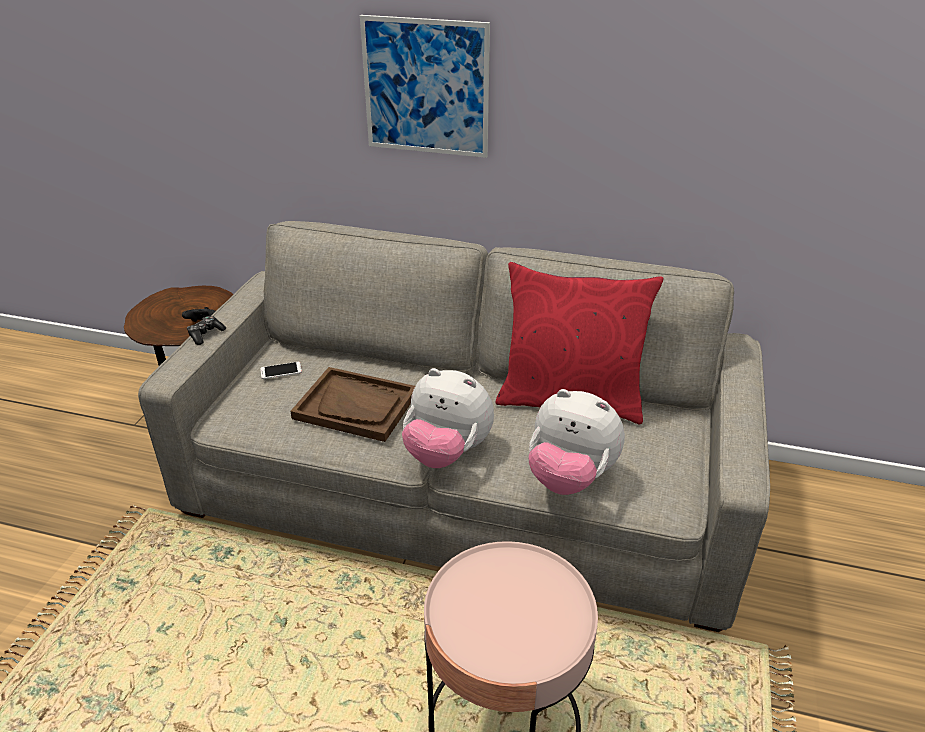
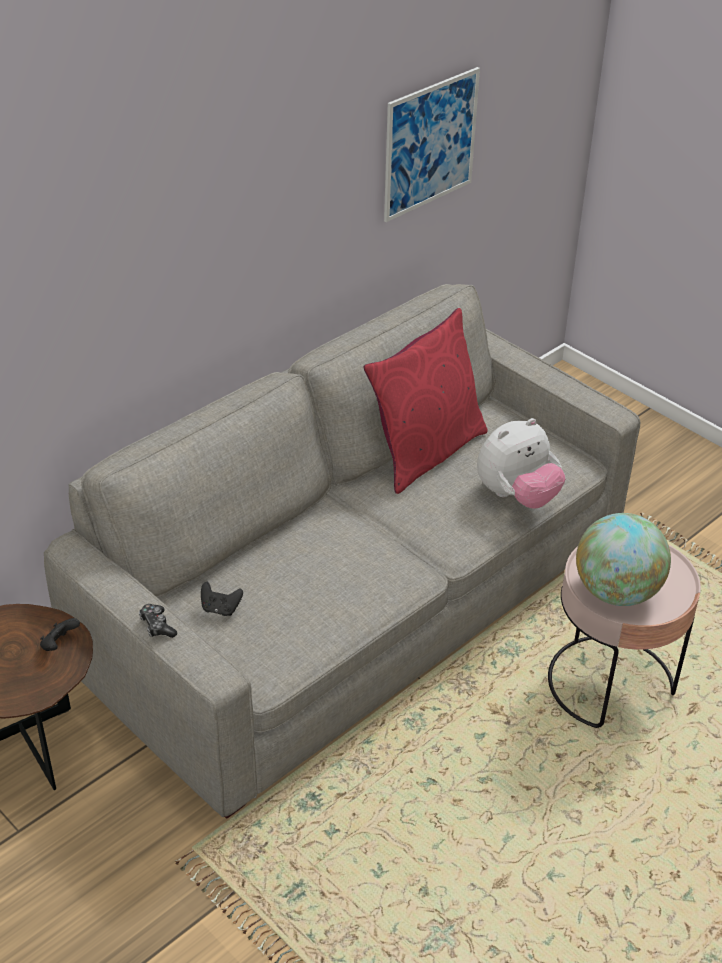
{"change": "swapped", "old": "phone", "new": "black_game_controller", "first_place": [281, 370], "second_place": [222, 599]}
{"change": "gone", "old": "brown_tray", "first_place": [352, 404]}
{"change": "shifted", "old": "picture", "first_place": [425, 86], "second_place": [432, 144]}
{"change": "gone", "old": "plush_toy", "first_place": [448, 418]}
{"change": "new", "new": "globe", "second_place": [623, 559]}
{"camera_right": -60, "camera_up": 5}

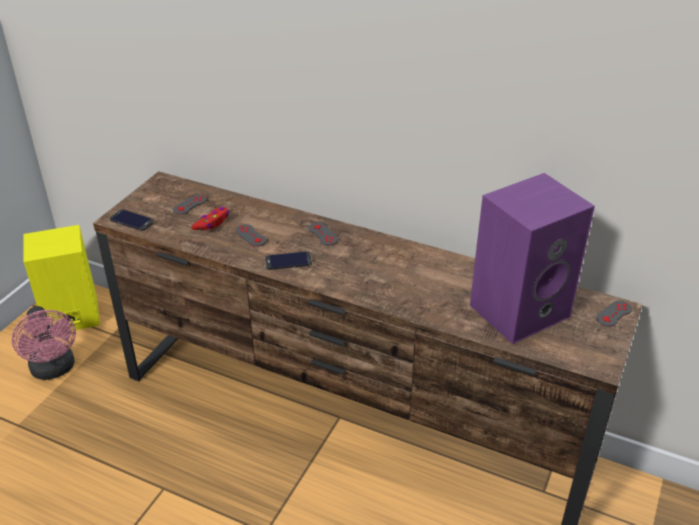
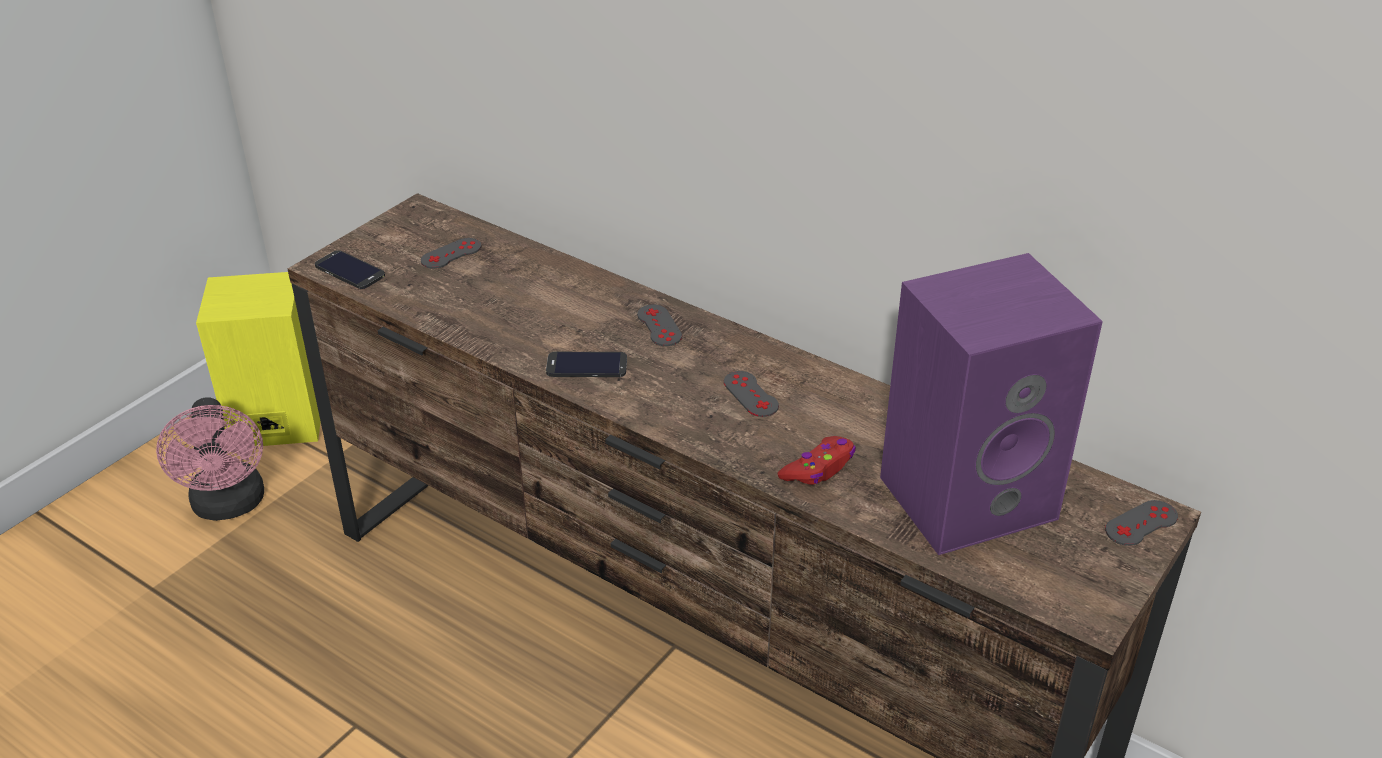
{"change": "shifted", "old": "red_game_controller", "first_place": [210, 218], "second_place": [817, 460]}
{"change": "shifted", "old": "grey_game_controller", "first_place": [251, 235], "second_place": [751, 394]}
{"camera_right": 10, "camera_up": 0}

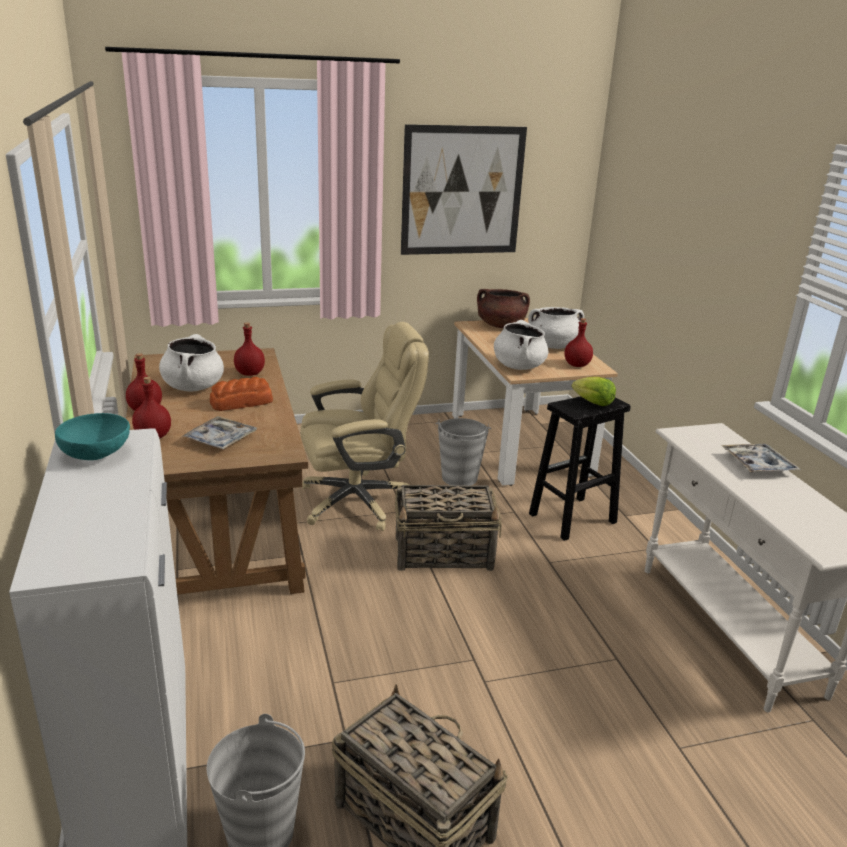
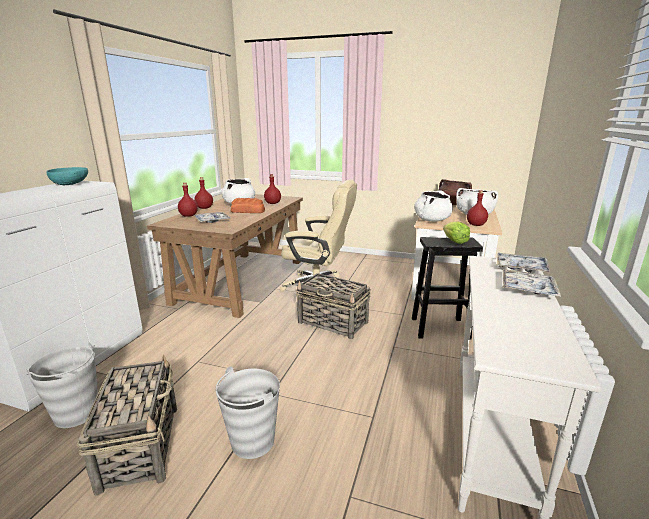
{"change": "gone", "old": "picture", "first_place": [464, 189]}
{"change": "shifted", "old": "grey_bucket", "first_place": [463, 452], "second_place": [247, 412]}
{"change": "new", "new": "tray", "second_place": [523, 263]}
{"camera_right": 35, "camera_up": -5}

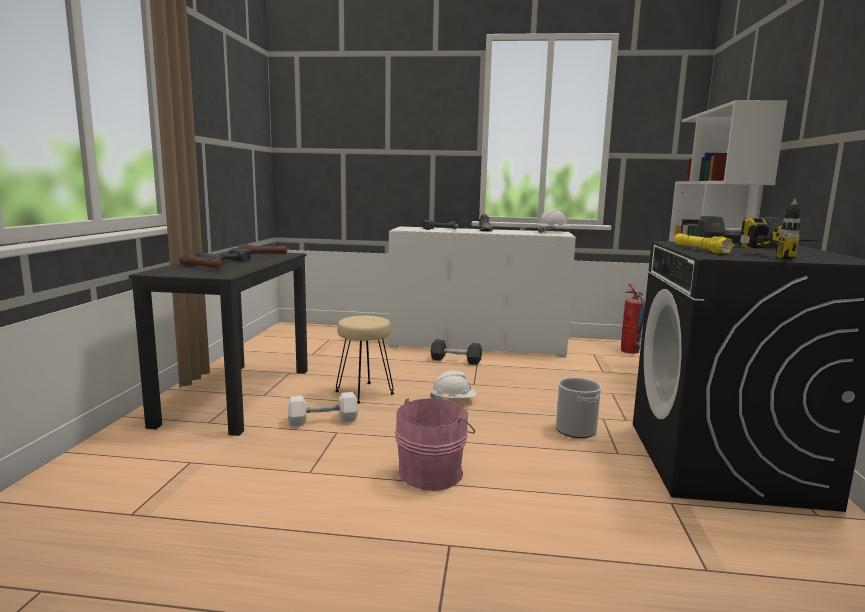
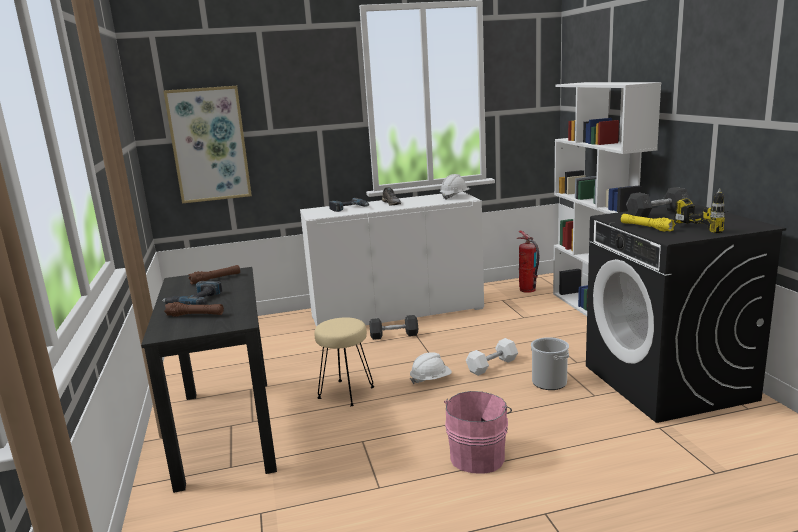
{"change": "shifted", "old": "white_dumbbell", "first_place": [323, 409], "second_place": [492, 357]}
{"change": "new", "new": "picture", "second_place": [207, 145]}
{"camera_right": -20, "camera_up": 5}

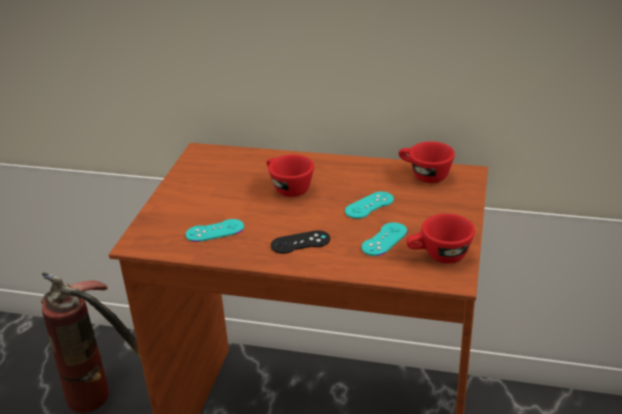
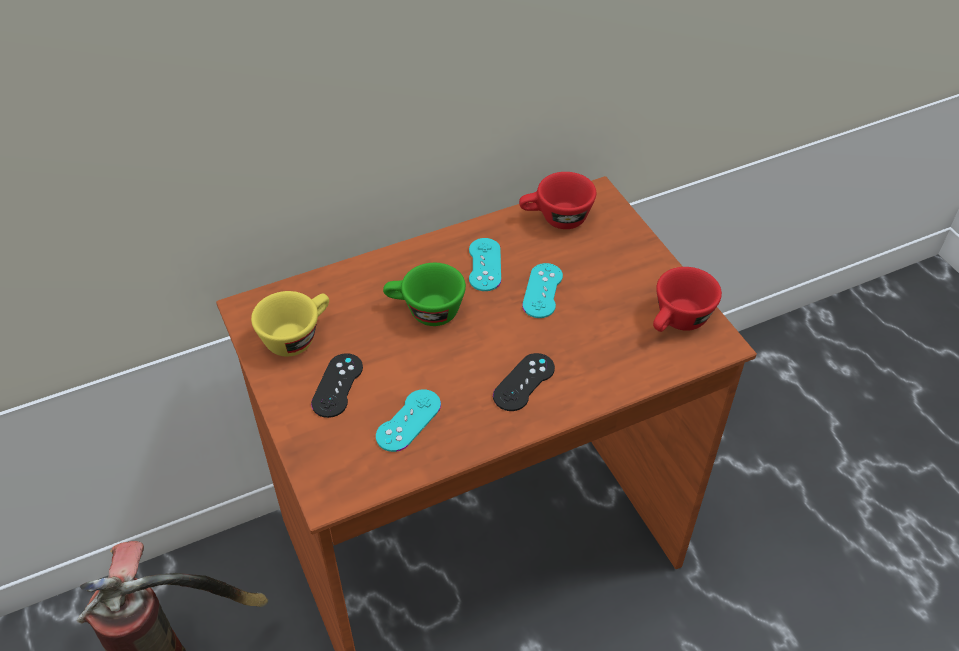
{"change": "repainted", "old": "red_cup", "new": "green_cup", "first_place": [290, 175], "second_place": [424, 294]}
{"change": "shifted", "old": "turquoise_game_controller", "first_place": [384, 239], "second_place": [485, 264]}
{"change": "new", "new": "yellow_cup", "second_place": [290, 324]}
{"change": "new", "new": "black_game_controller", "second_place": [337, 385]}
{"camera_right": -40, "camera_up": 15}

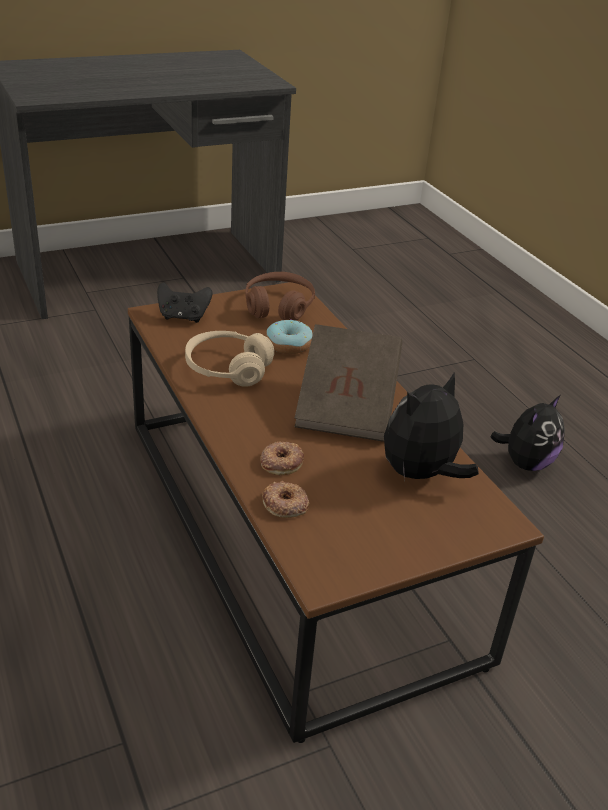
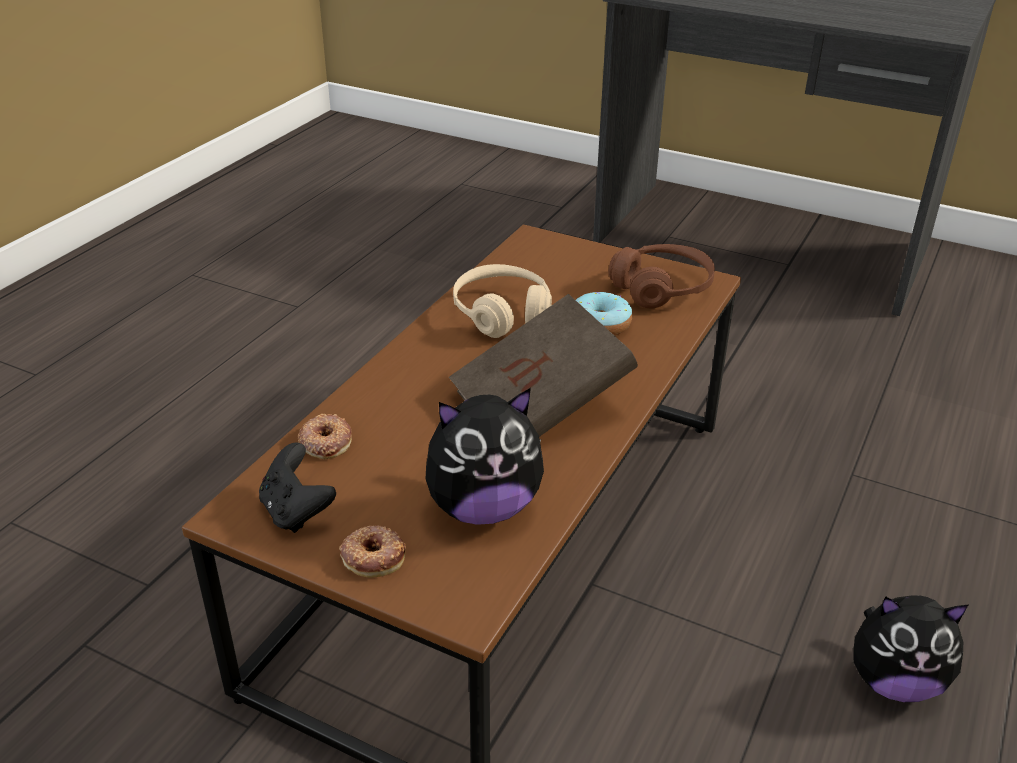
{"change": "shifted", "old": "black_game_controller", "first_place": [184, 302], "second_place": [297, 487]}
{"change": "shifted", "old": "donut", "first_place": [282, 458], "second_place": [372, 551]}
{"change": "rotated", "old": "plush_toy", "first_place": [431, 426], "second_place": [485, 456], "degrees": 150}
{"camera_right": 55, "camera_up": 0}

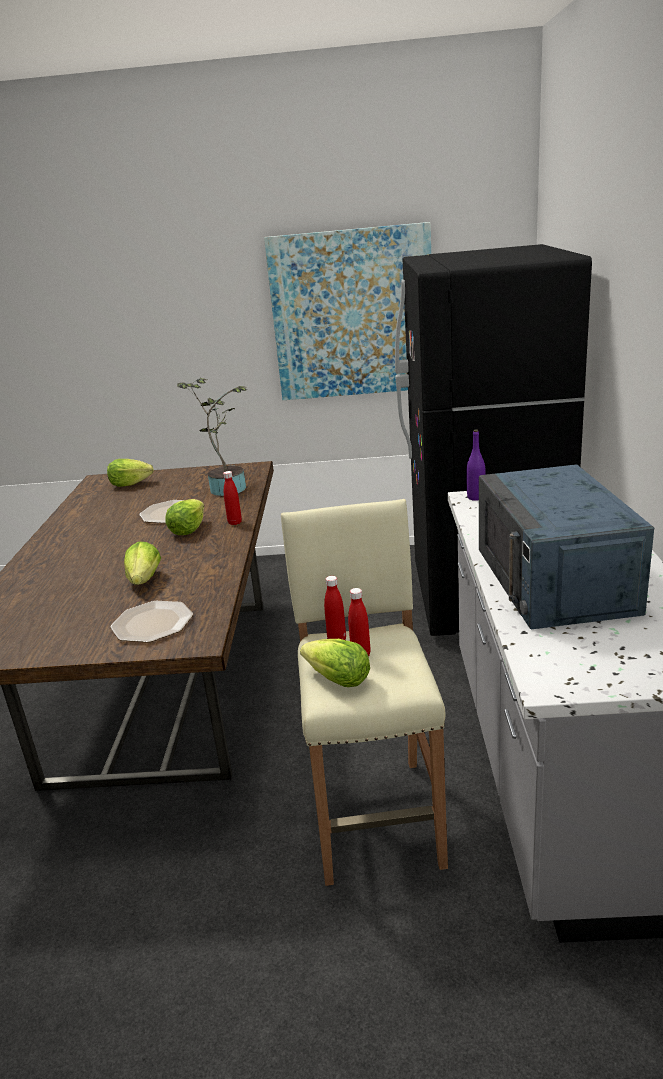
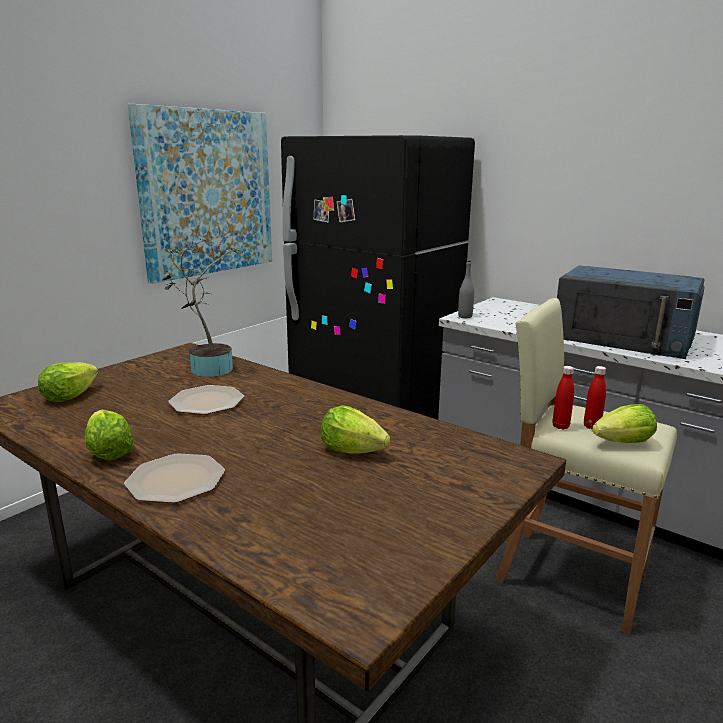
{"change": "shifted", "old": "plate", "first_place": [151, 622], "second_place": [174, 478]}
{"change": "shifted", "old": "lettuce", "first_place": [184, 517], "second_place": [109, 435]}
{"change": "gone", "old": "red_bottle", "first_place": [232, 498]}
{"change": "repainted", "old": "purple_bottle", "new": "grey_bottle", "first_place": [476, 465], "second_place": [466, 289]}
{"camera_right": -55, "camera_up": -5}

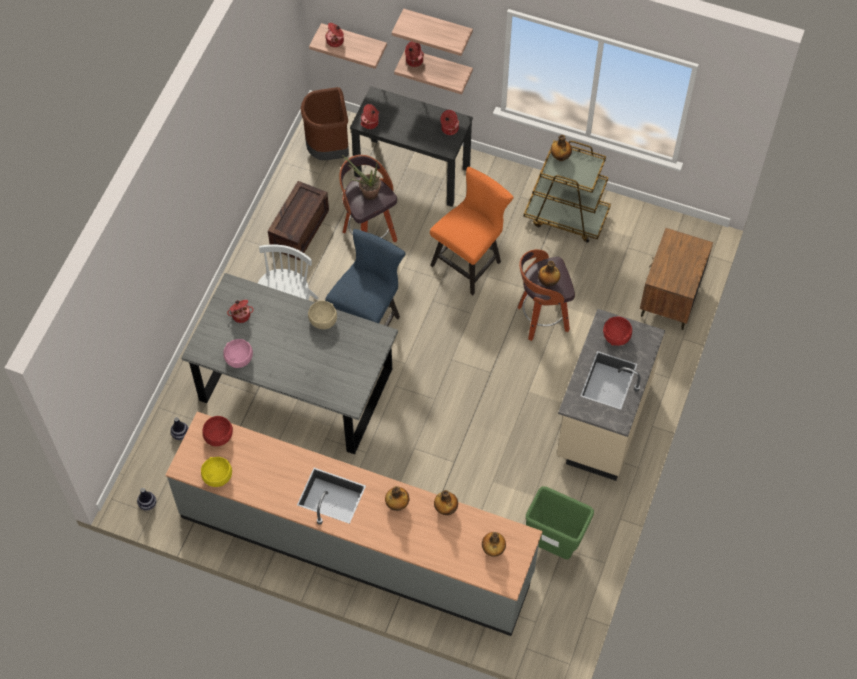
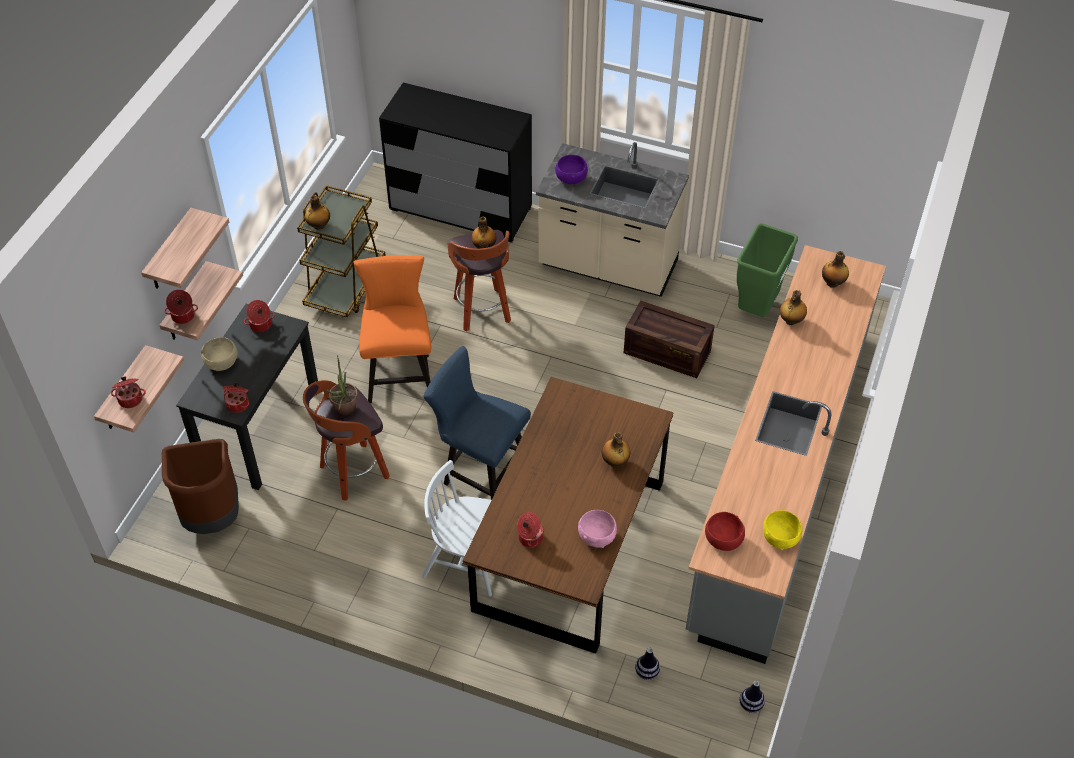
{"change": "repainted", "old": "grey_dining_table", "new": "brown_dining_table", "first_place": [289, 363], "second_place": [568, 515]}
{"change": "shifted", "old": "crate", "first_place": [298, 220], "second_place": [669, 339]}
{"change": "shifted", "old": "beige_bowl", "first_place": [322, 315], "second_place": [219, 354]}
{"change": "shifted", "old": "bottle", "first_place": [397, 498], "second_place": [616, 449]}
{"change": "rotated", "old": "orange_chair", "first_place": [472, 231], "second_place": [392, 329], "degrees": 45}
{"change": "repainted", "old": "red_bowl", "new": "purple_bowl", "first_place": [617, 331], "second_place": [571, 169]}
{"change": "swapped", "old": "brown_nightstand", "new": "black_dresser", "first_place": [676, 279], "second_place": [455, 162]}
{"camera_right": -90, "camera_up": -10}

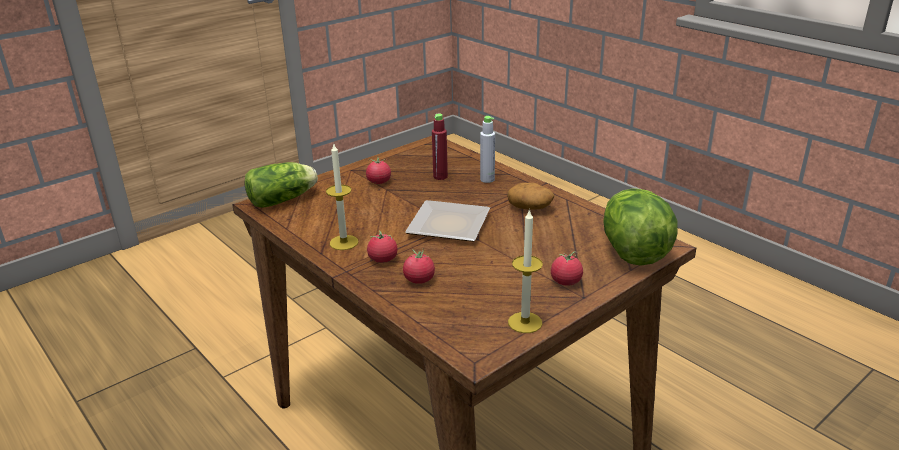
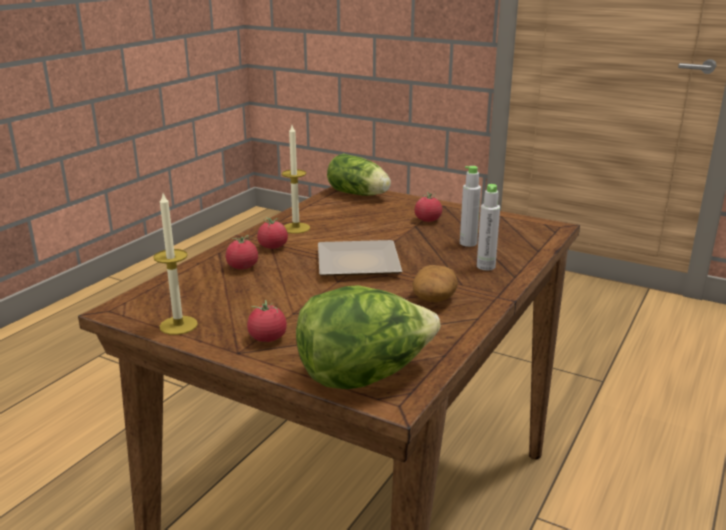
{"change": "repainted", "old": "red_bottle", "new": "grey_bottle", "first_place": [440, 146], "second_place": [470, 206]}
{"camera_right": 70, "camera_up": -5}

